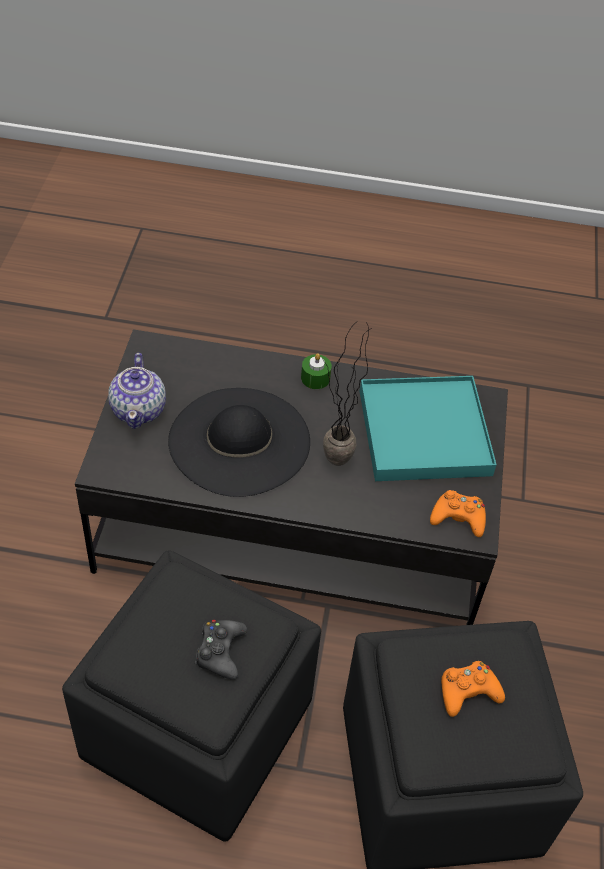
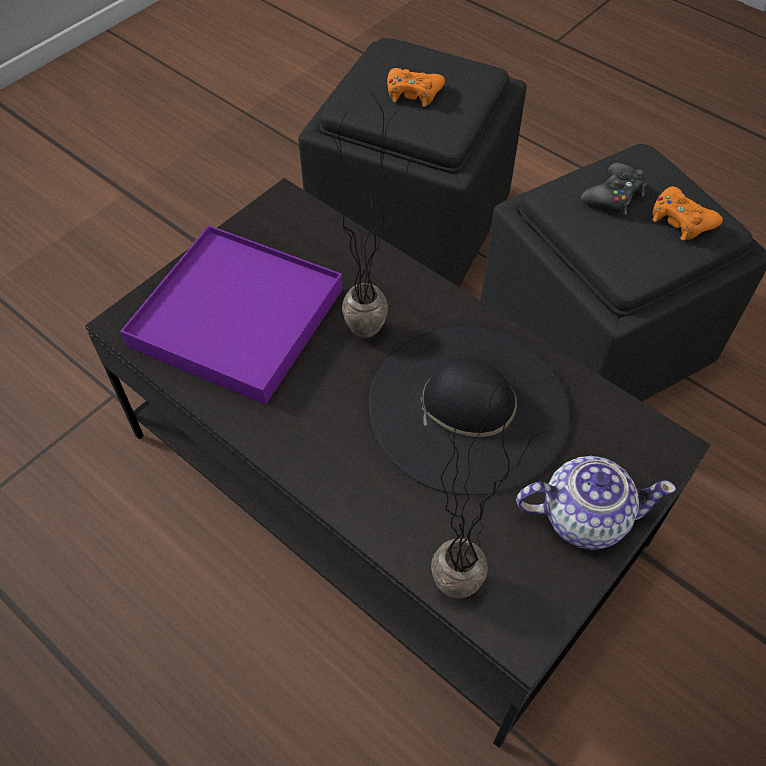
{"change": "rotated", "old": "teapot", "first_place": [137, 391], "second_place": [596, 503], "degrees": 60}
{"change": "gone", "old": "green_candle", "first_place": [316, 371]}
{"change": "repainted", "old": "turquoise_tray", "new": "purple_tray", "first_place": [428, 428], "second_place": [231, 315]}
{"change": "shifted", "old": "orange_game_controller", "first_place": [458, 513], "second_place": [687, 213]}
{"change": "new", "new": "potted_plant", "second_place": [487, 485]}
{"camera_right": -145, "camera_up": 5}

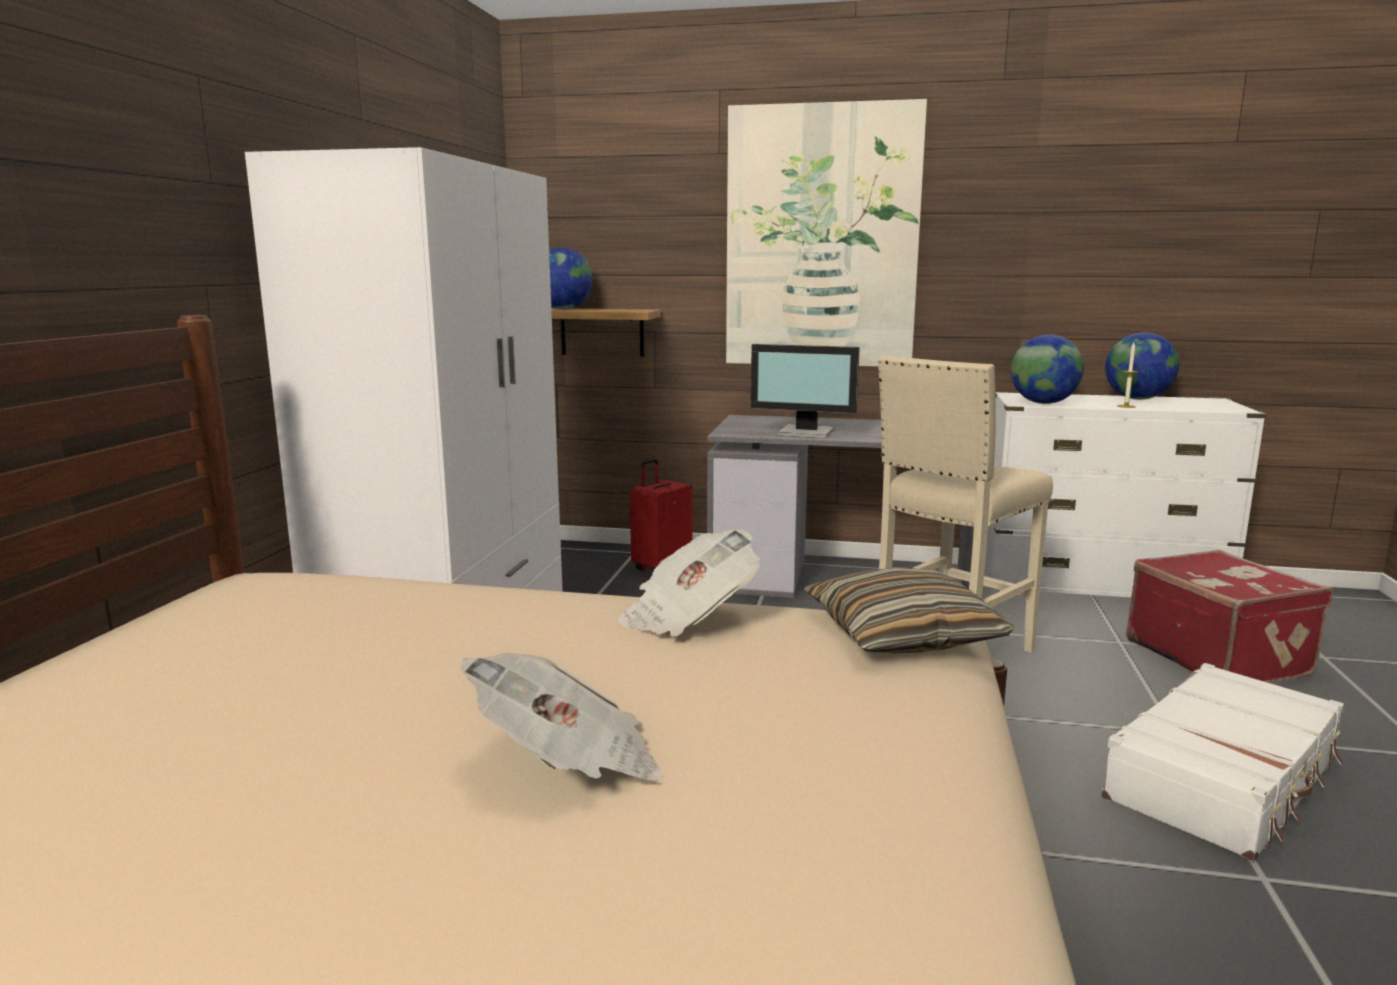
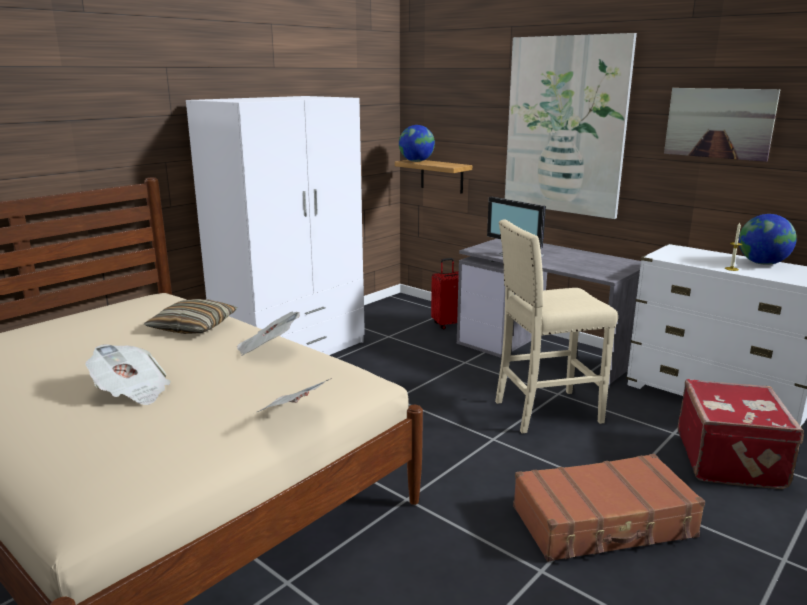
{"change": "shifted", "old": "pillow", "first_place": [909, 610], "second_place": [190, 316]}
{"change": "gone", "old": "globe", "first_place": [1047, 369]}
{"change": "repainted", "old": "white_suitcase", "new": "brown_suitcase", "first_place": [1222, 762], "second_place": [609, 508]}
{"change": "new", "new": "newspaper", "second_place": [294, 395]}
{"change": "new", "new": "picture", "second_place": [722, 125]}
{"camera_right": 30, "camera_up": 5}

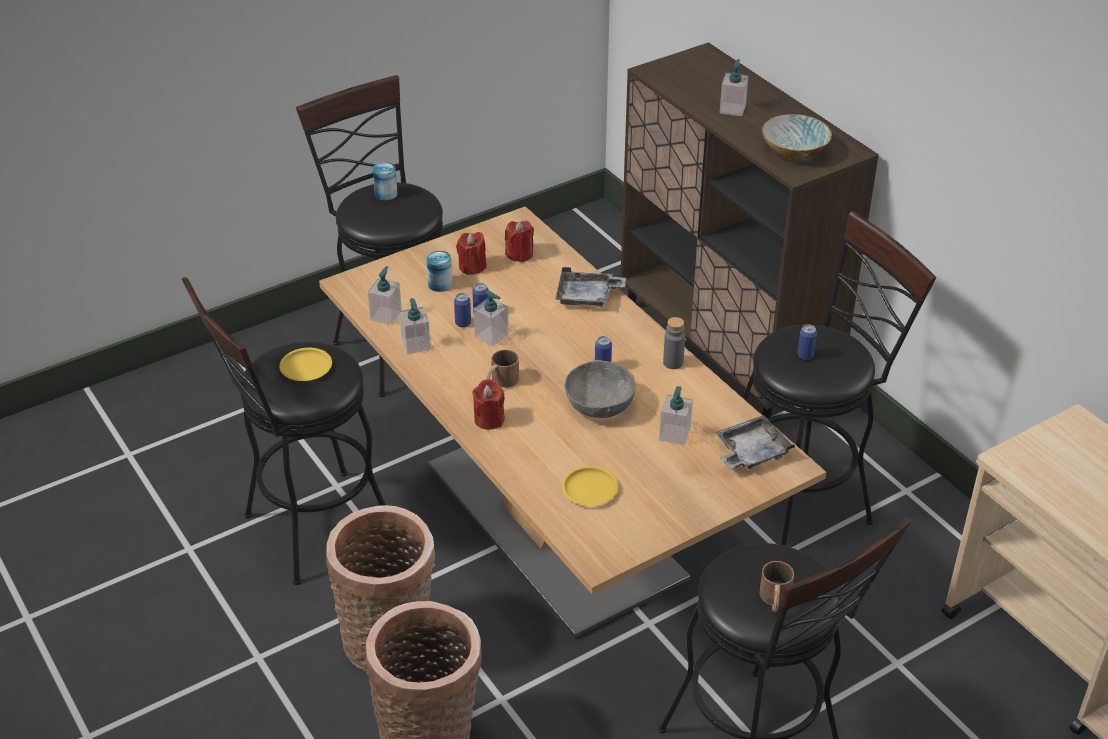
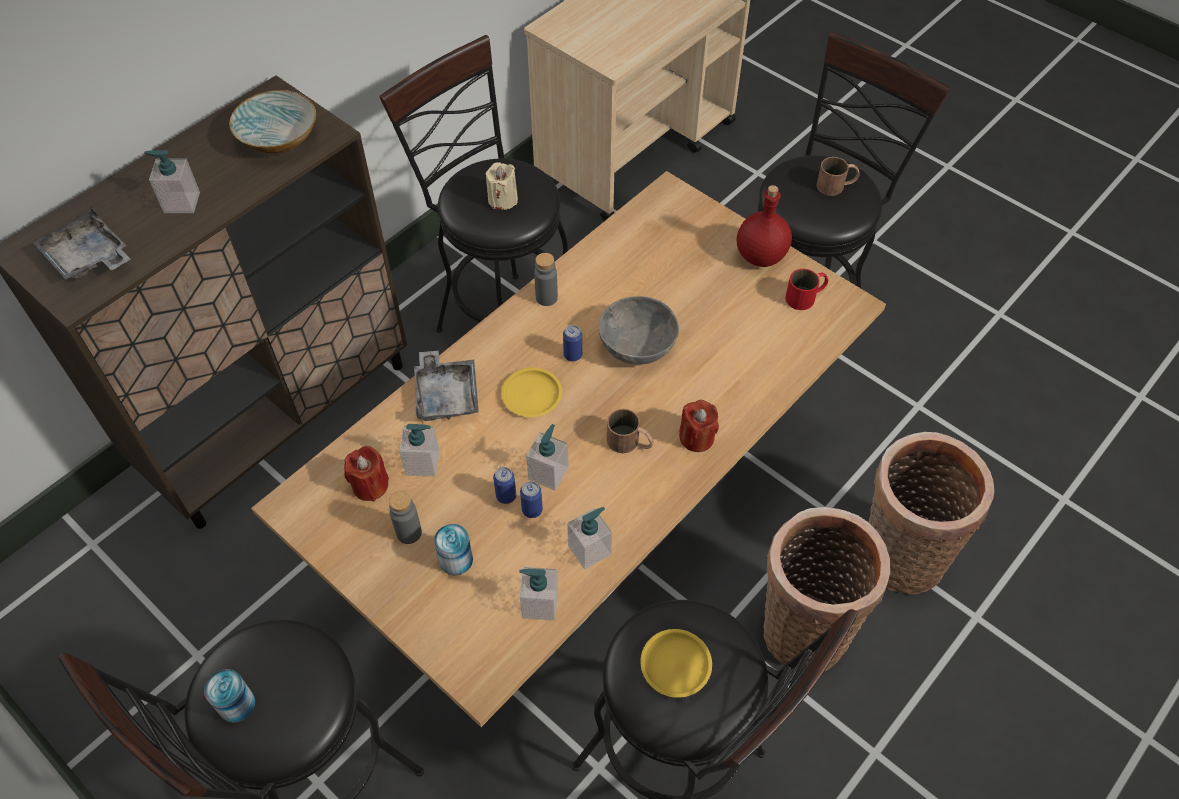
{"change": "swapped", "old": "red_candle", "new": "grey_bottle", "first_place": [471, 253], "second_place": [405, 517]}
{"change": "shifted", "old": "yellow_plate", "first_place": [590, 486], "second_place": [531, 392]}
{"change": "shifted", "old": "soap_dispenser", "first_place": [676, 415], "second_place": [419, 450]}
{"change": "shifted", "old": "grey_tray", "first_place": [755, 442], "second_place": [81, 242]}
{"change": "swapped", "old": "can", "new": "beige_candle", "first_place": [807, 342], "second_place": [502, 186]}
{"change": "new", "new": "red_bottle", "second_place": [764, 226]}
{"change": "new", "new": "red_mug", "second_place": [806, 289]}
{"camera_right": -105, "camera_up": 15}

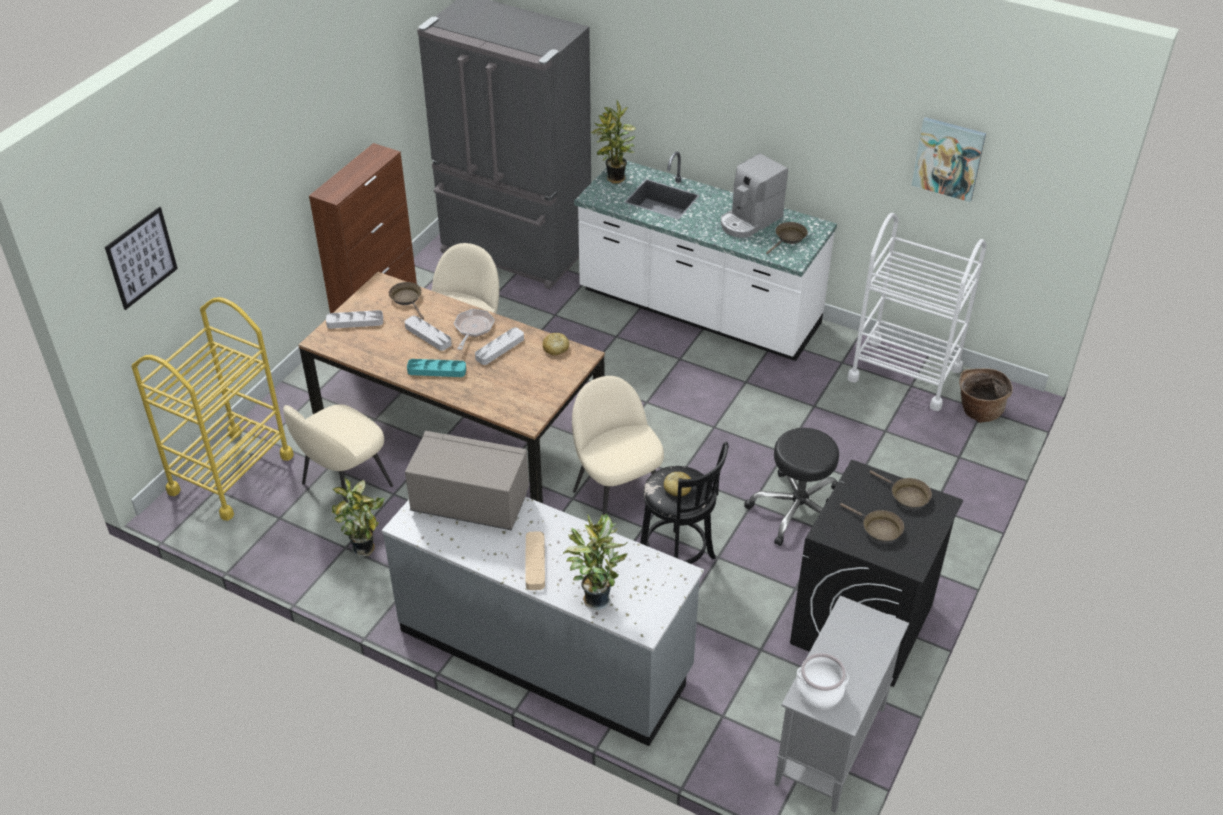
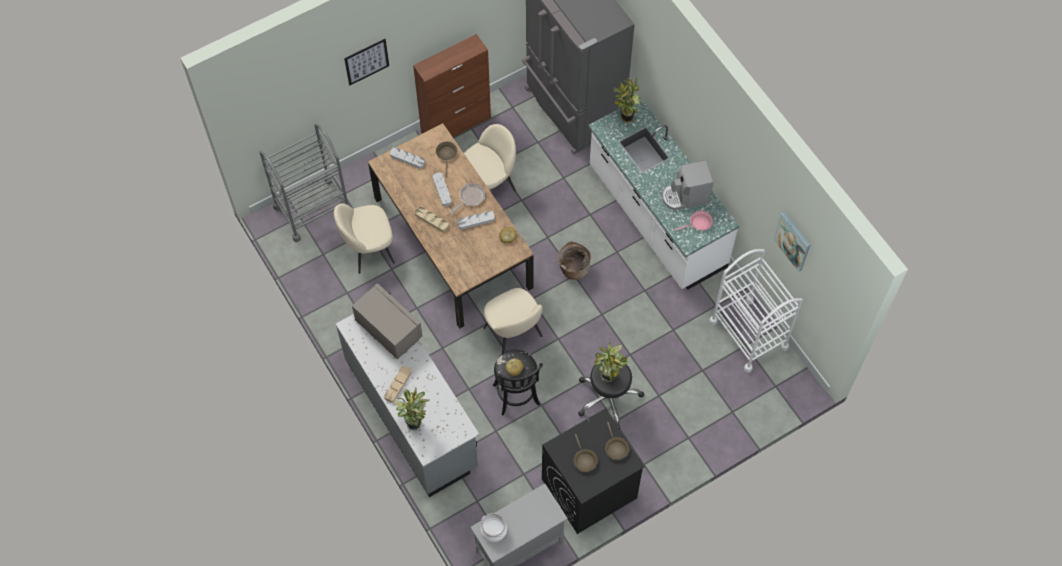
{"change": "shifted", "old": "picture", "first_place": [141, 258], "second_place": [366, 62]}
{"change": "repainted", "old": "yellow_cart", "new": "grey_cart", "first_place": [213, 409], "second_place": [304, 182]}
{"change": "shifted", "old": "potted_plant", "first_place": [358, 517], "second_place": [611, 362]}
{"change": "repainted", "old": "turquoise_tray", "new": "beige_tray", "first_place": [436, 368], "second_place": [432, 219]}
{"change": "rotated", "old": "beige_chair", "first_place": [618, 446], "second_place": [512, 321], "degrees": 150}
{"change": "repainted", "old": "brown_frying_pan", "new": "pink_frying_pan", "first_place": [787, 238], "second_place": [693, 221]}
{"change": "shifted", "old": "basket", "first_place": [986, 395], "second_place": [574, 260]}
{"camera_right": 30, "camera_up": 20}

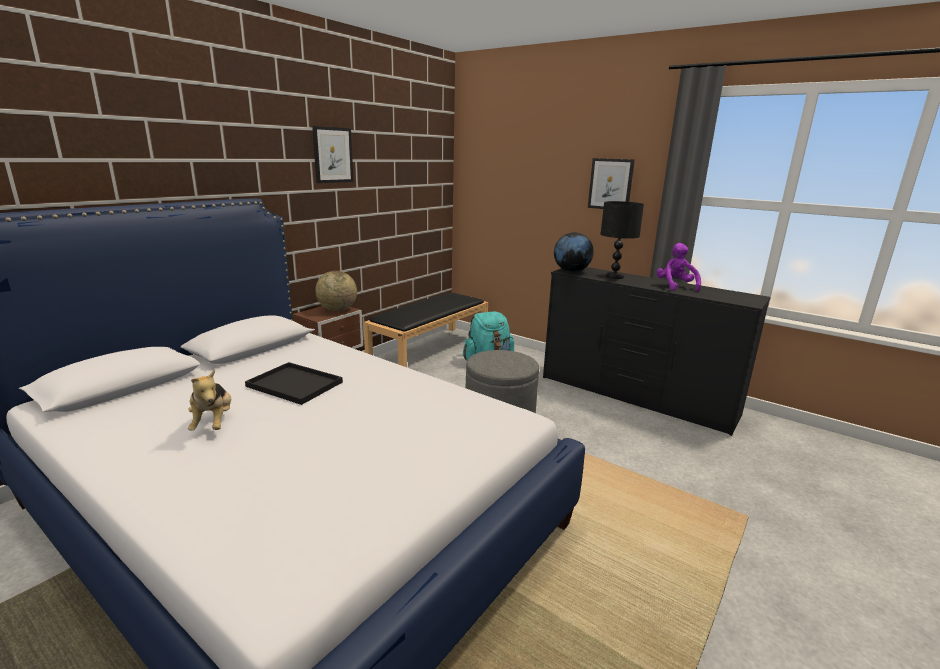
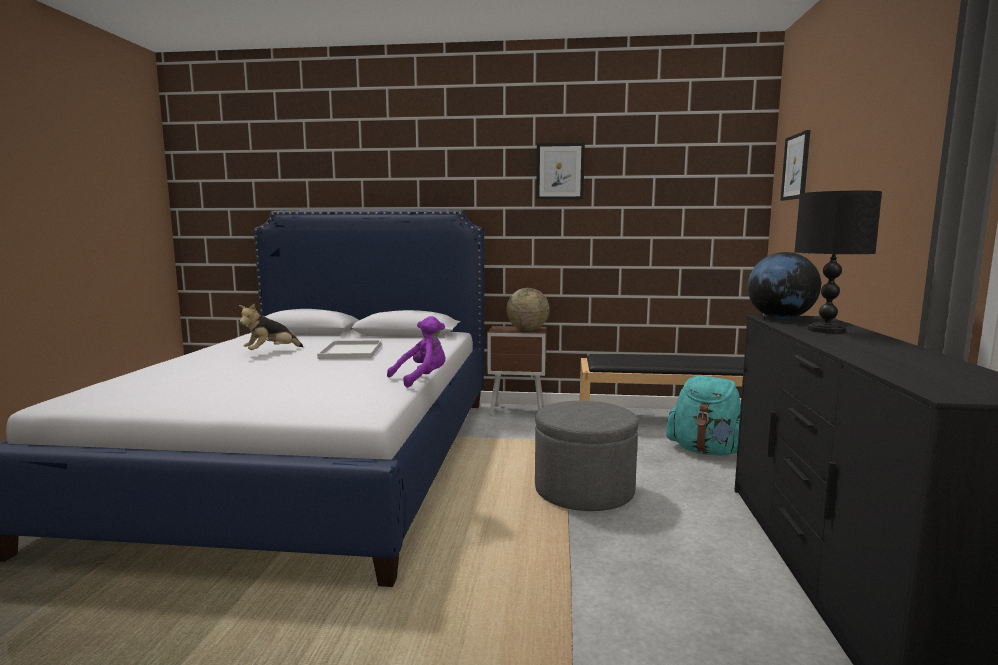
{"change": "repainted", "old": "black_tray", "new": "white_tray", "first_place": [294, 383], "second_place": [349, 349]}
{"change": "shifted", "old": "picture", "first_place": [611, 183], "second_place": [795, 165]}
{"change": "shifted", "old": "purple_plush_toy", "first_place": [679, 267], "second_place": [416, 352]}
{"camera_right": 60, "camera_up": -10}

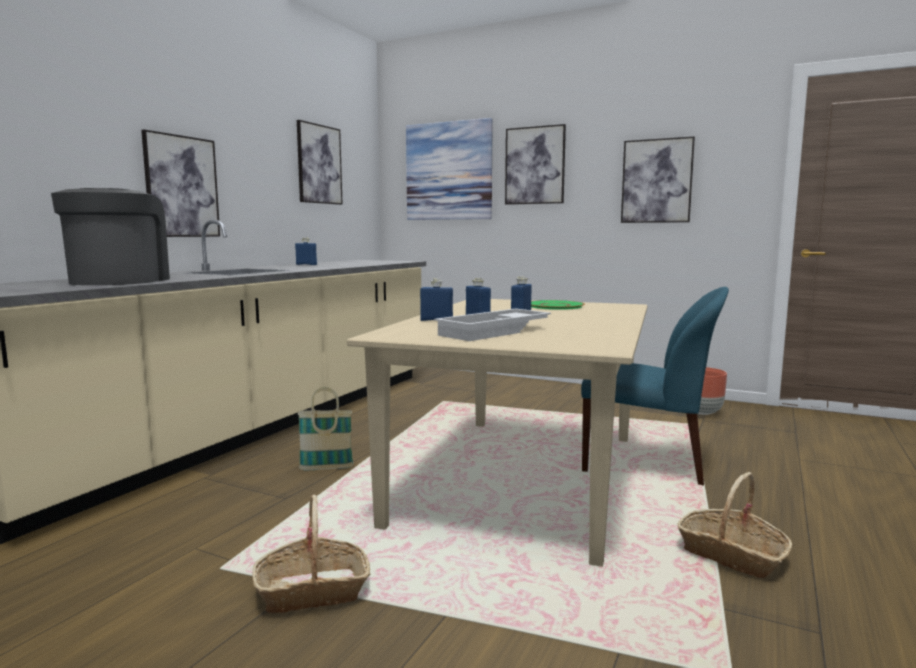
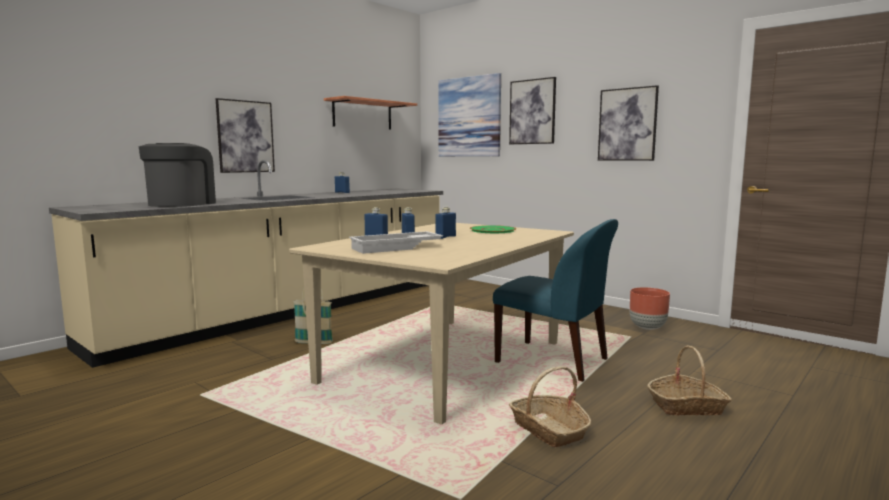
{"change": "shifted", "old": "basket", "first_place": [311, 554], "second_place": [689, 380]}
{"change": "swapped", "old": "picture", "new": "shelf", "first_place": [320, 162], "second_place": [370, 113]}
{"camera_right": 15, "camera_up": 0}

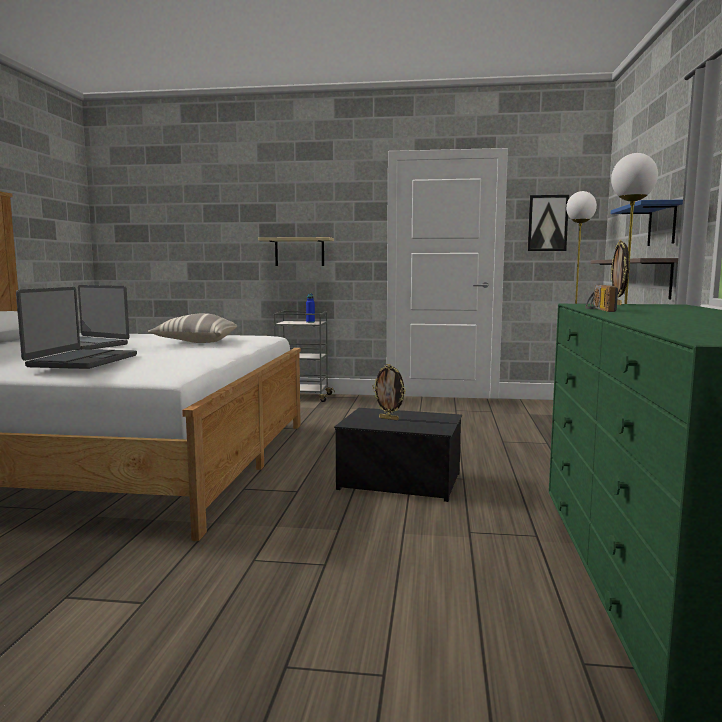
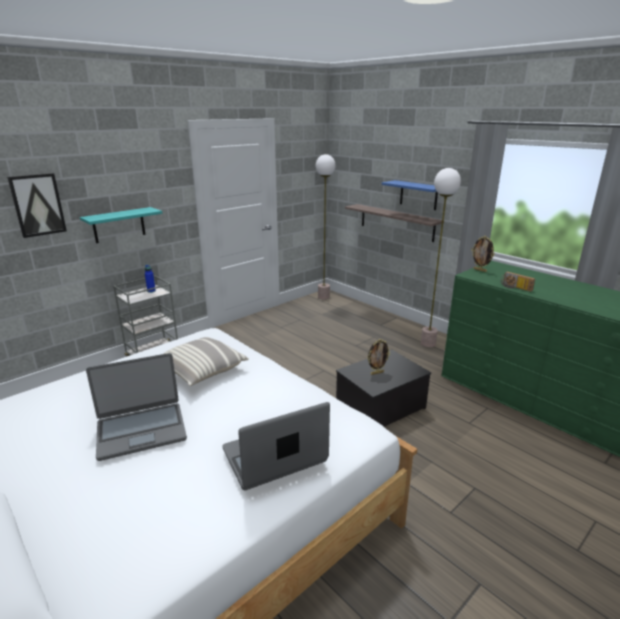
{"change": "rotated", "old": "laptop", "first_place": [76, 328], "second_place": [276, 446], "degrees": -75}
{"change": "repainted", "old": "beige_shelf", "new": "turquoise_shelf", "first_place": [296, 251], "second_place": [121, 225]}
{"change": "shifted", "old": "picture", "first_place": [548, 223], "second_place": [37, 205]}
{"camera_right": -50, "camera_up": 15}

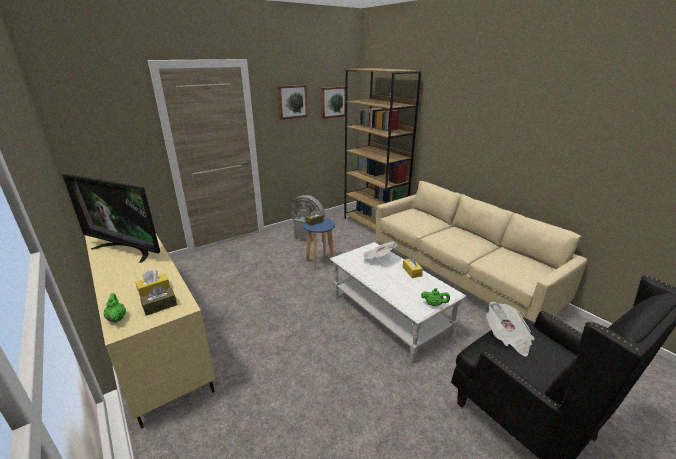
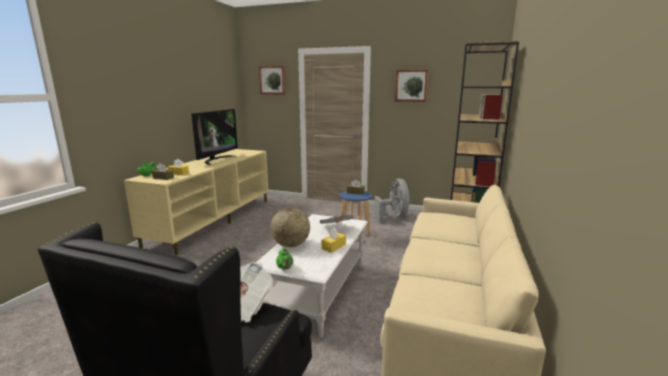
{"change": "rotated", "old": "television", "first_place": [111, 218], "second_place": [214, 137], "degrees": -150}
{"change": "shifted", "old": "picture", "first_place": [333, 102], "second_place": [272, 80]}
{"change": "new", "new": "globe", "second_place": [290, 227]}
{"camera_right": 55, "camera_up": -10}

